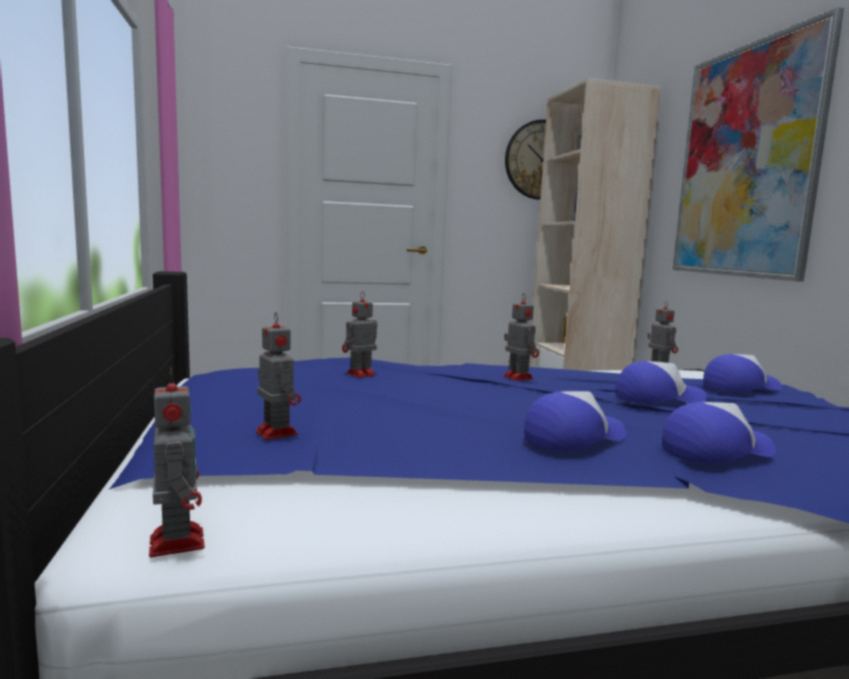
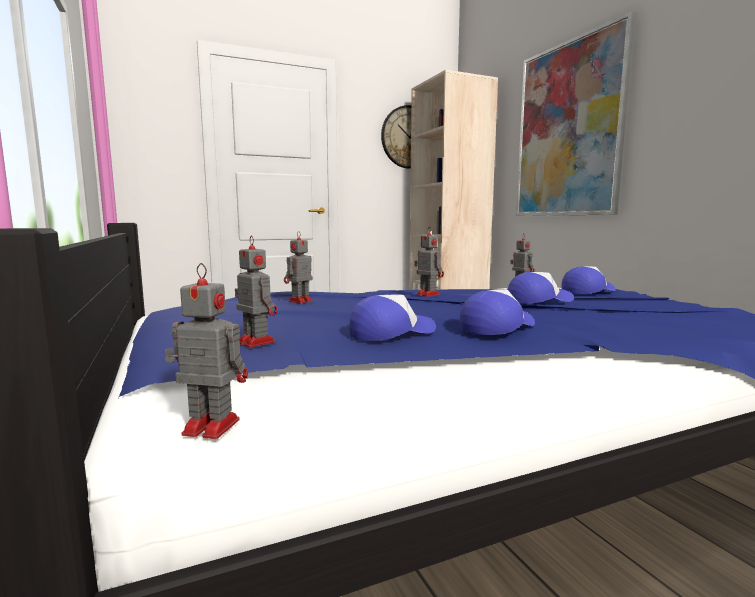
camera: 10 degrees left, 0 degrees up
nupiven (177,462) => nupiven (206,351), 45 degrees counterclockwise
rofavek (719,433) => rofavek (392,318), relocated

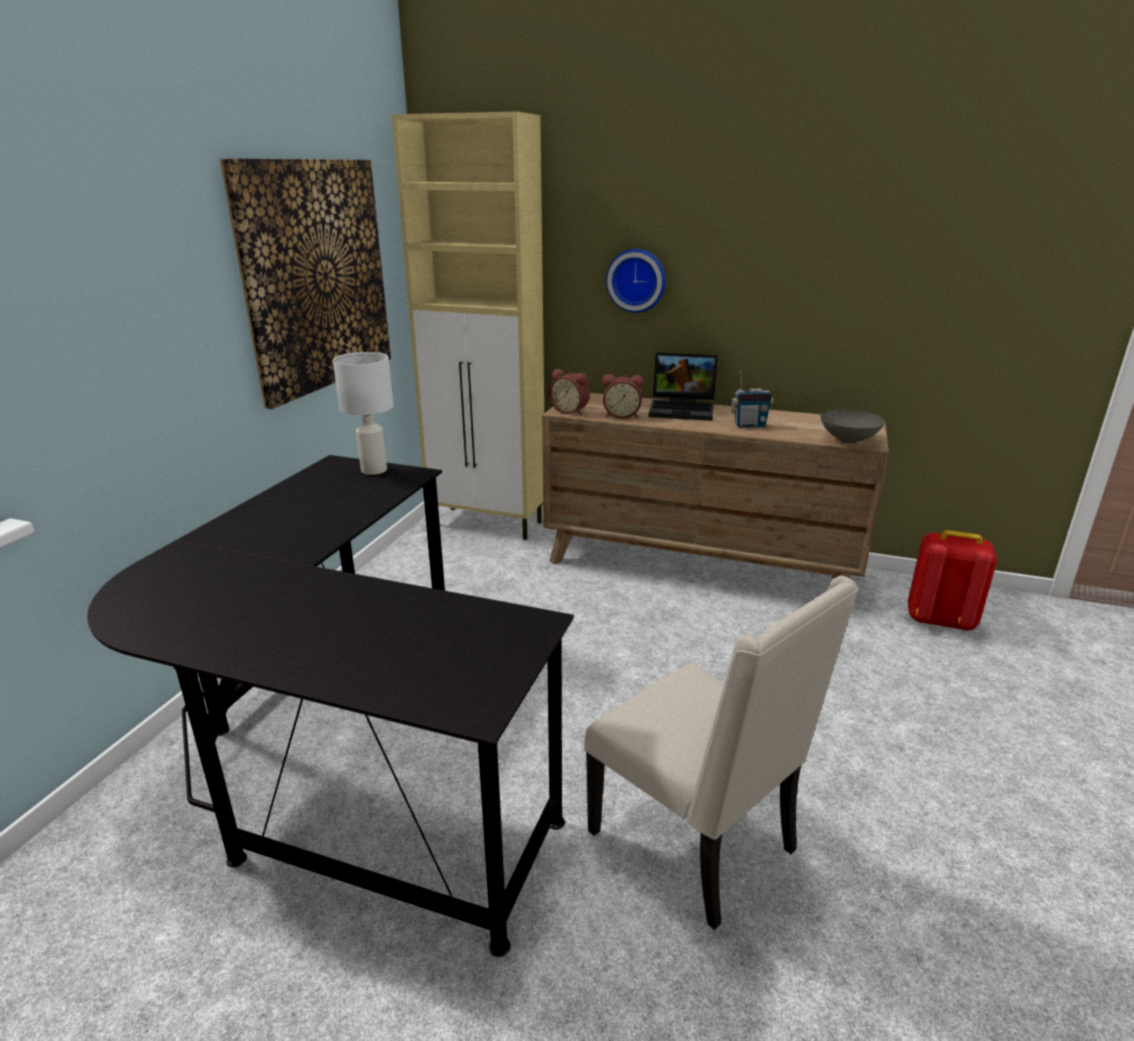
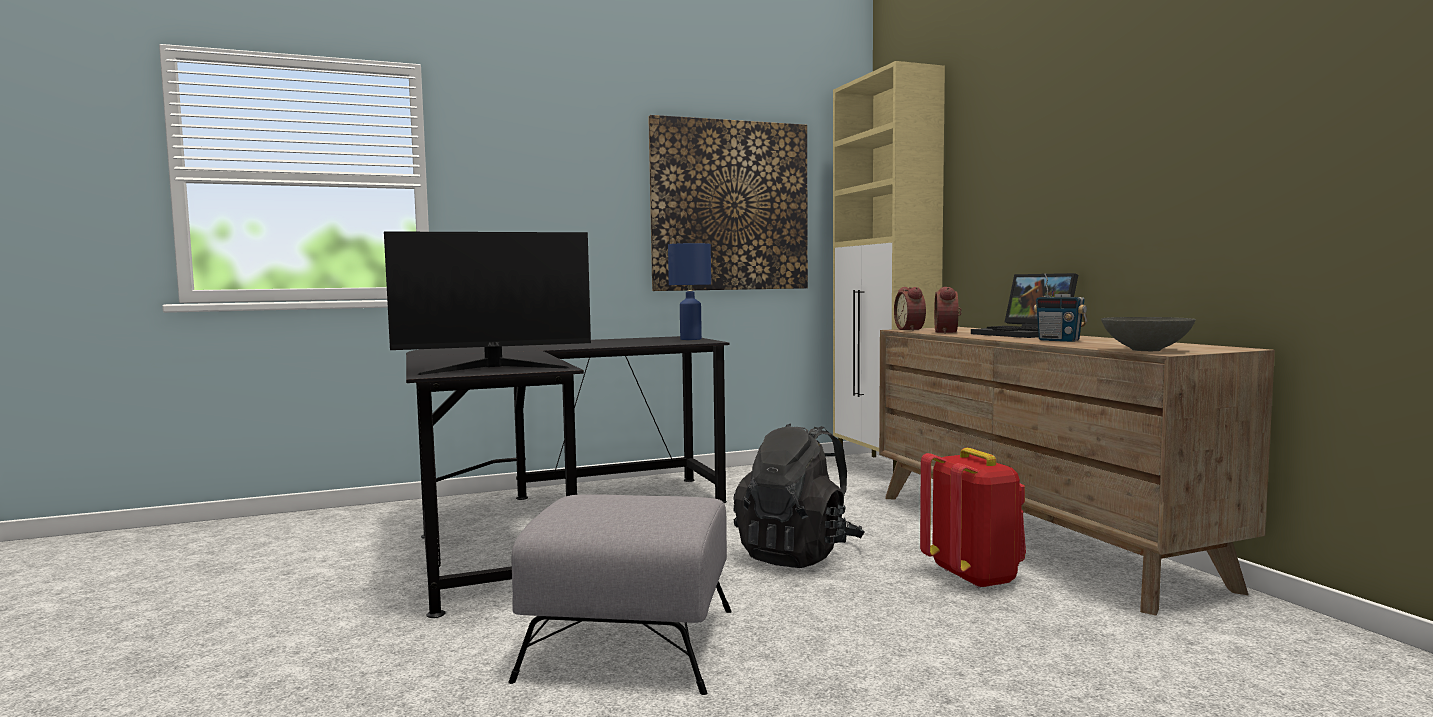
camera: 50 degrees right, 20 degrees down
nothing => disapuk (487,303)
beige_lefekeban (721,752) => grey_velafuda (620,594)
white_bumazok (363,413) => blue_bumazok (689,291)
nothing => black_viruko (798,495)
red_viruko (952,580) => red_viruko (973,518), relocated
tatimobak (623,396) => tatimobak (948,310), 45 degrees clockwise
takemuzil (636,281) => nothing

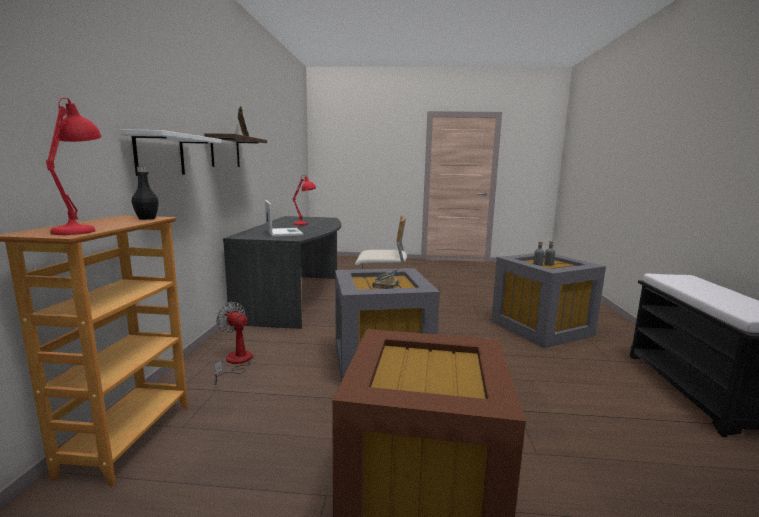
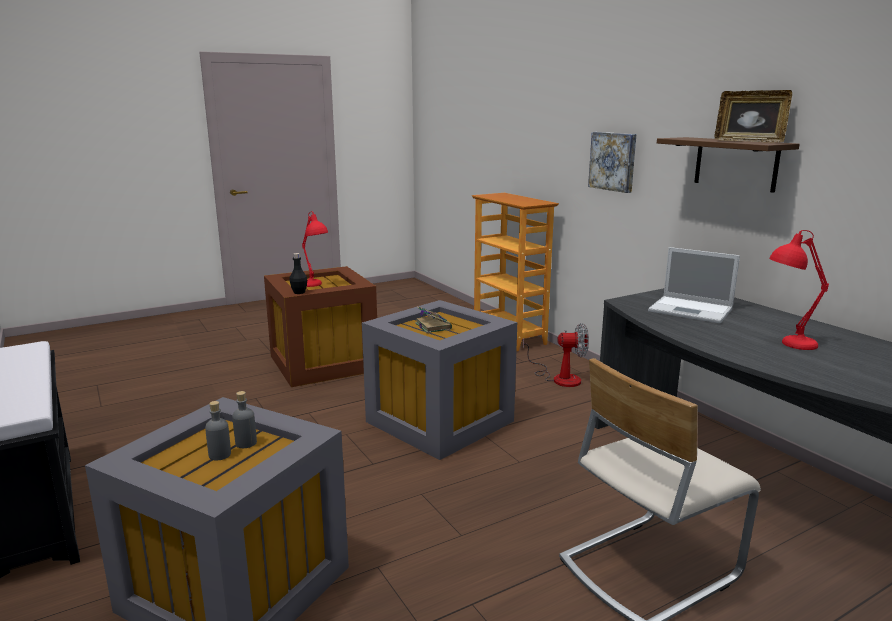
camera: 145 degrees right, 5 degrees up
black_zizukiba (145,193) => black_zizukiba (298,273), relocated
red_bumazok (73,166) => red_bumazok (315,249), relocated
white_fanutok (171,152) => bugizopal (612,162)

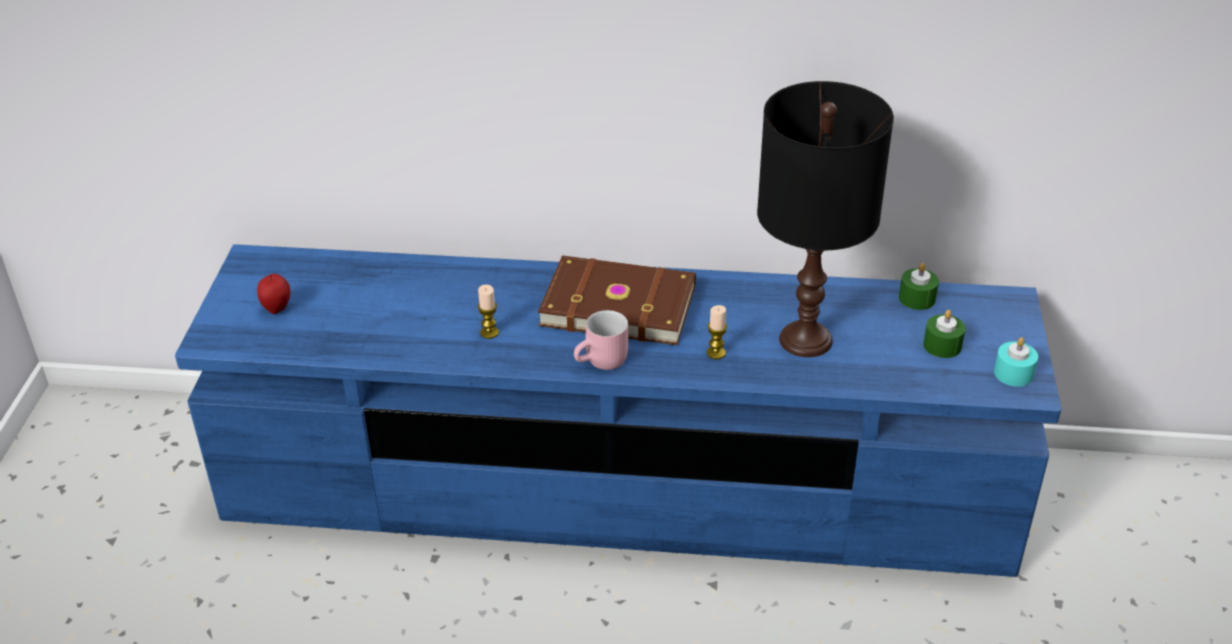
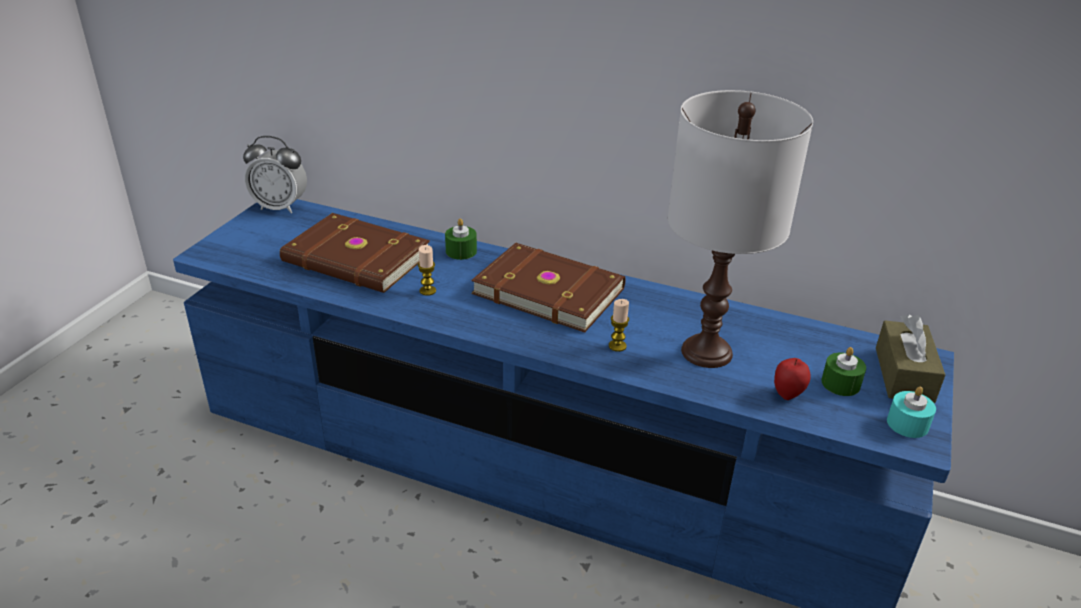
camera: 15 degrees right, 5 degrees down
nothing => tatimobak (275,175)
nothing => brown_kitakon (355,253)
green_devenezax (919,286) => green_devenezax (461,239), relocated
black_bumazok (825,219) => white_bumazok (740,229)
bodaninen (273,294) => bodaninen (792,379), relocated
nothing => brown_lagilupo (910,359)
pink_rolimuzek (601,340) => nothing

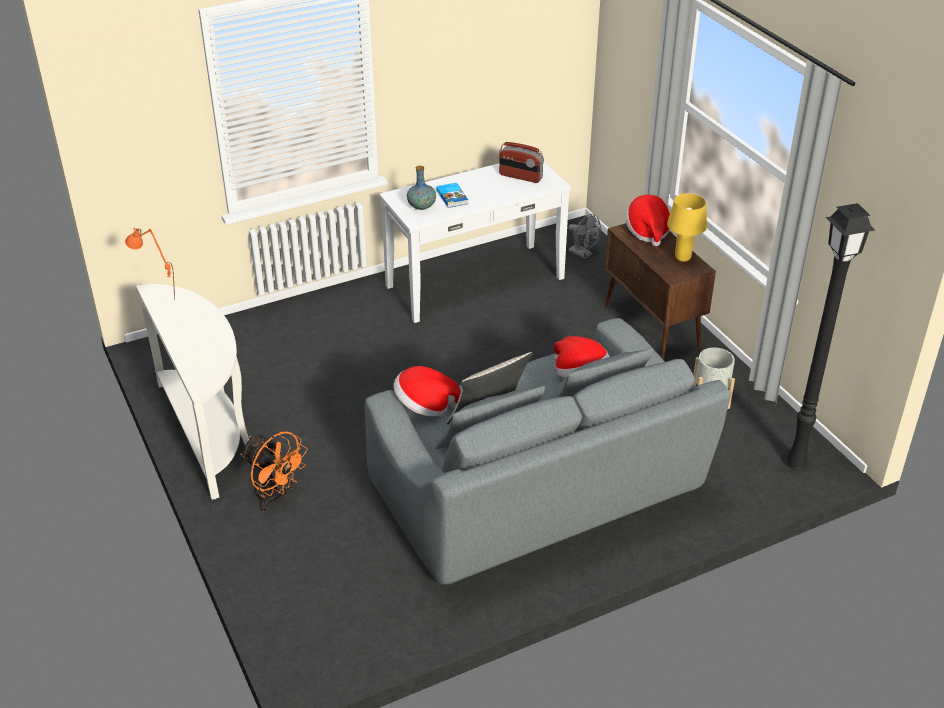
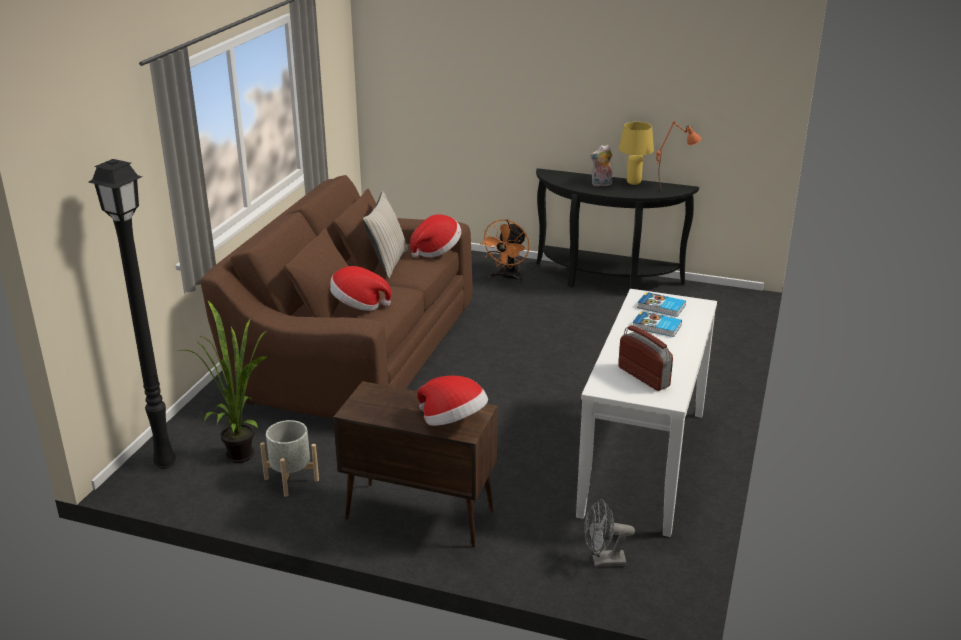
camera: 135 degrees right, 10 degrees down
nothing => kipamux (223,381)
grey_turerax (548,451) => brown_turerax (336,297)
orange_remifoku (274,472) => orange_remifoku (505,250), 60 degrees counterclockwise
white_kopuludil (192,392) => black_kopuludil (617,228)
nothing => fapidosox (601,165)
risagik (521,162) => risagik (645,358), 75 degrees clockwise
yellow_bumazok (687,227) => yellow_bumazok (636,153), relocated
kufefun (421,188) => kitakon (661,304)

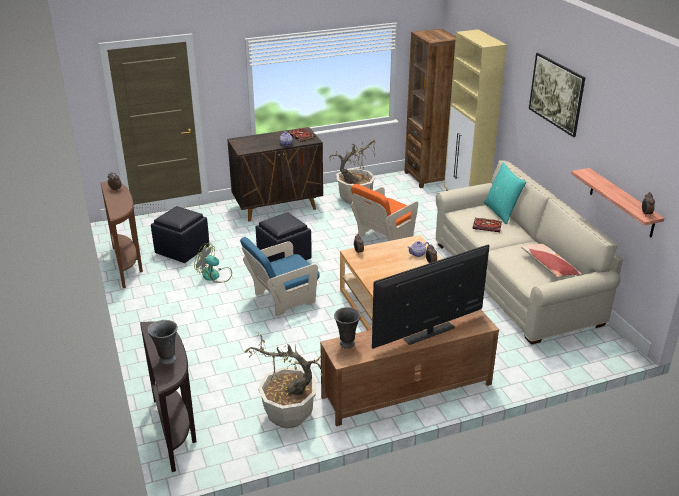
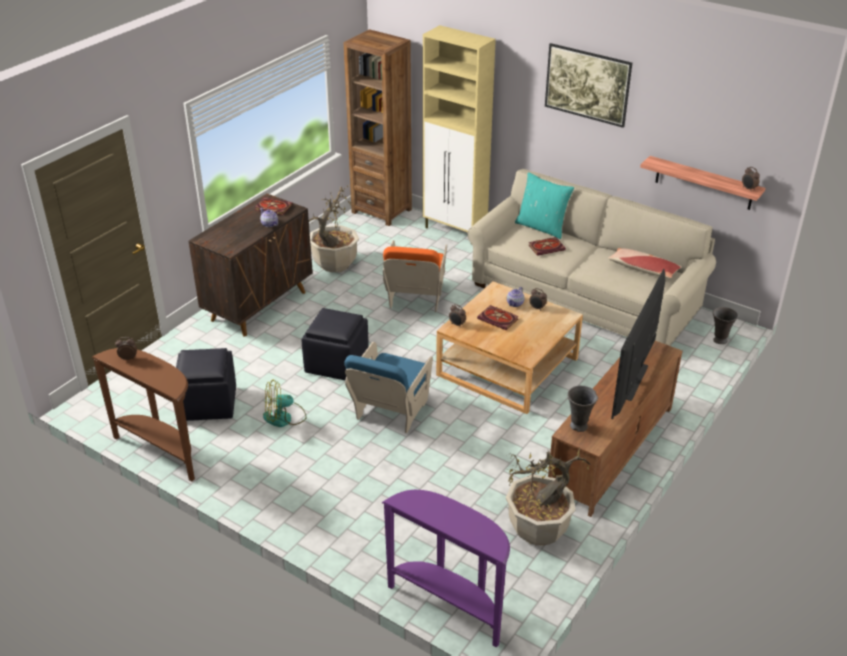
camera: 35 degrees left, 5 degrees up
brown_kopuludil (168,396) => purple_kopuludil (446,569)
nothing => kitakon (498,317)
grey_kufefun (162,342) => grey_kufefun (725,325), relocated

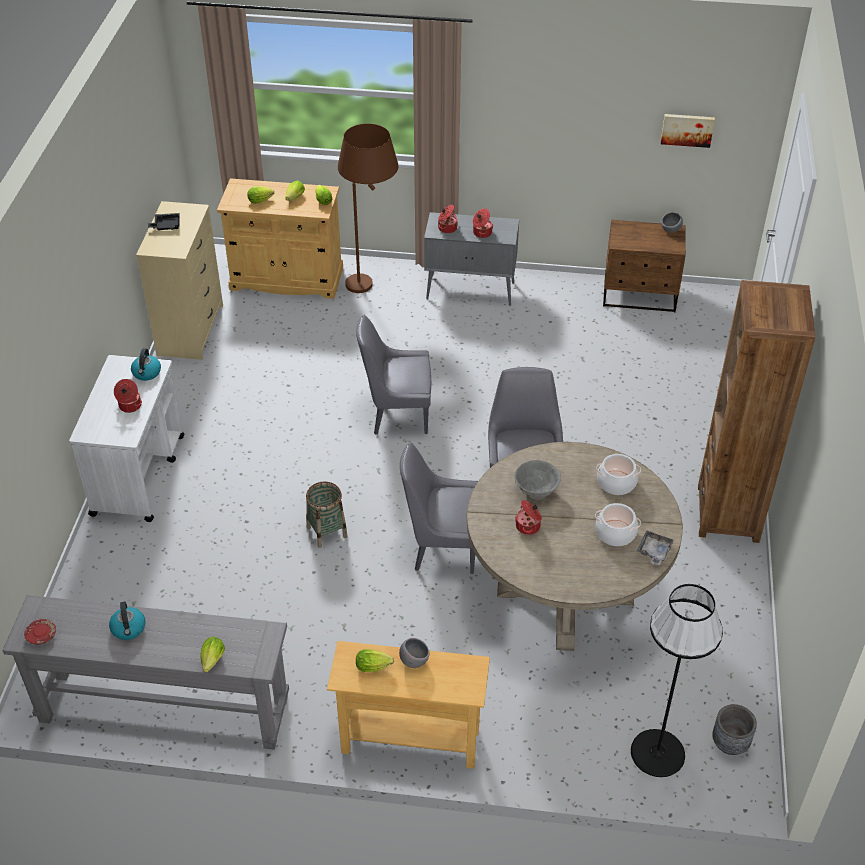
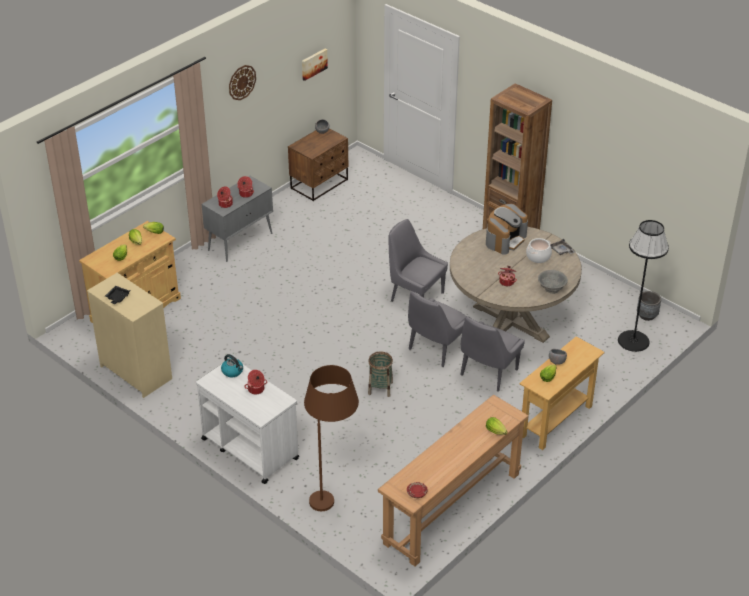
camera: 55 degrees left, 5 degrees down
nothing => takemuzil (242,82)
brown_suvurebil (368,208) => brown_suvurebil (331,438), relocated
grey_kopuludil (145,672) => brown_kopuludil (453,480)
grey_lefekeban (393,375) => grey_lefekeban (492,354), relocated
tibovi (618,474) => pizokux (507,229)
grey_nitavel (537,479) => grey_nitavel (553,282), relocated
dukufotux (127,621) => nothing

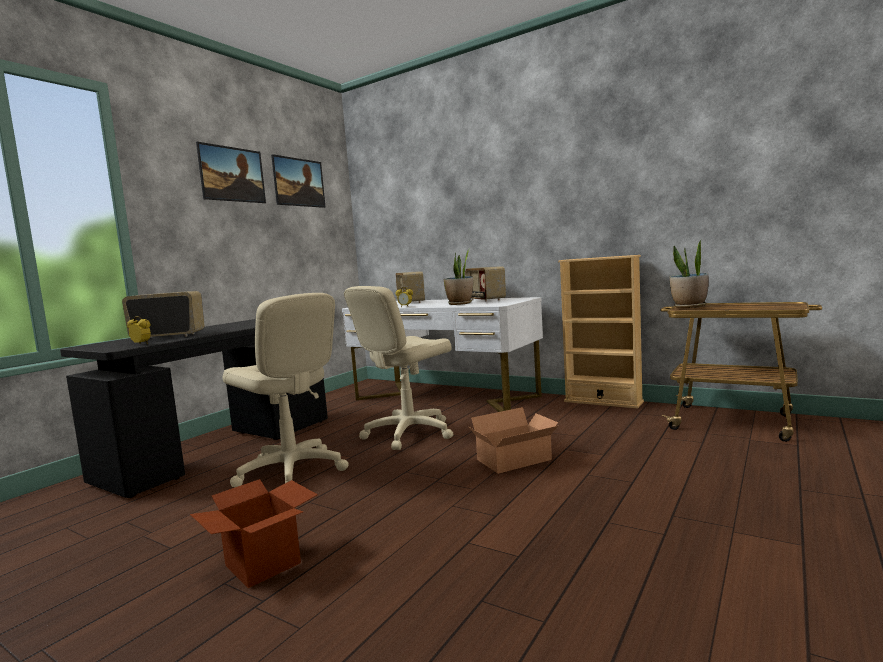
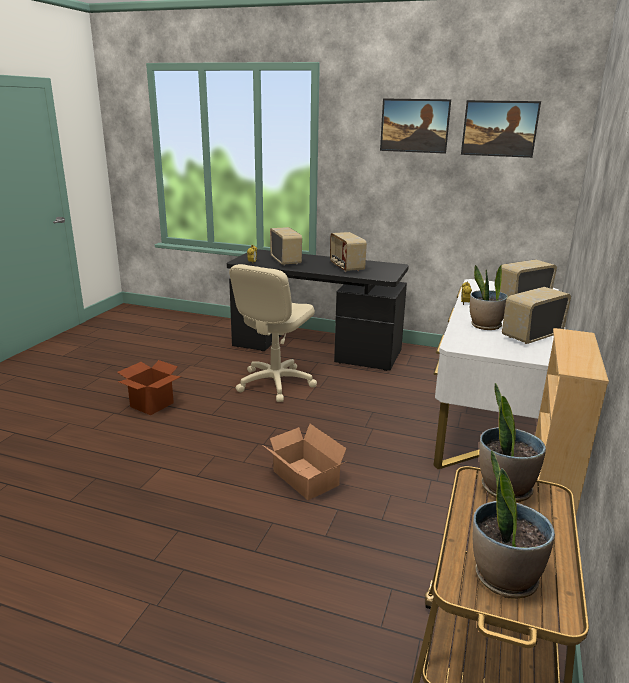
camera: 75 degrees right, 15 degrees up
nothing => risagik (348,252)
nothing => kipamux (514,524)
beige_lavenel (398,368) => nothing

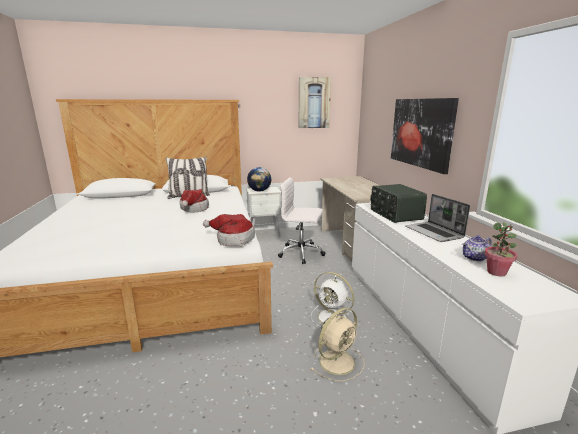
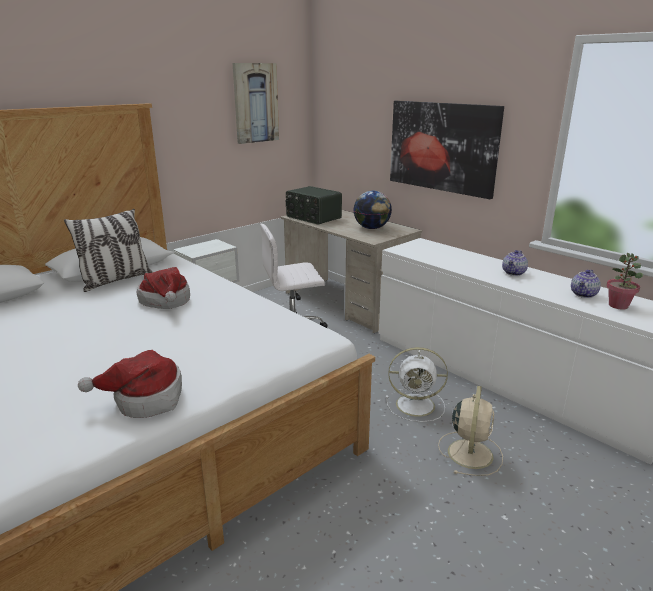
camera: 30 degrees left, 5 degrees up
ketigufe (229,230) => ketigufe (130,384), relocated
risagik (398,203) => risagik (314,205), relocated
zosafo (259,179) => zosafo (373,210), relocated
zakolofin (437,218) => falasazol (515,263)

